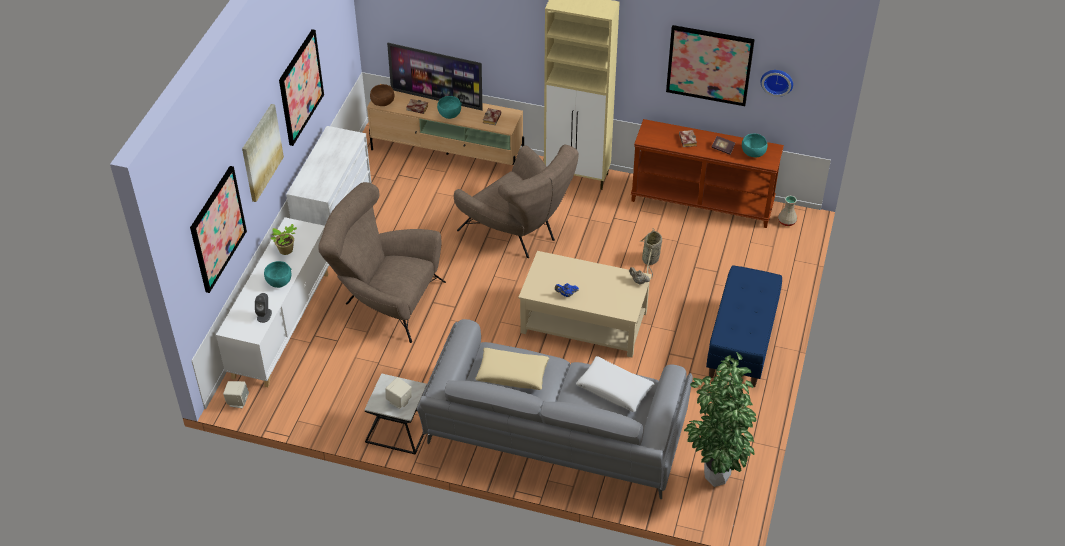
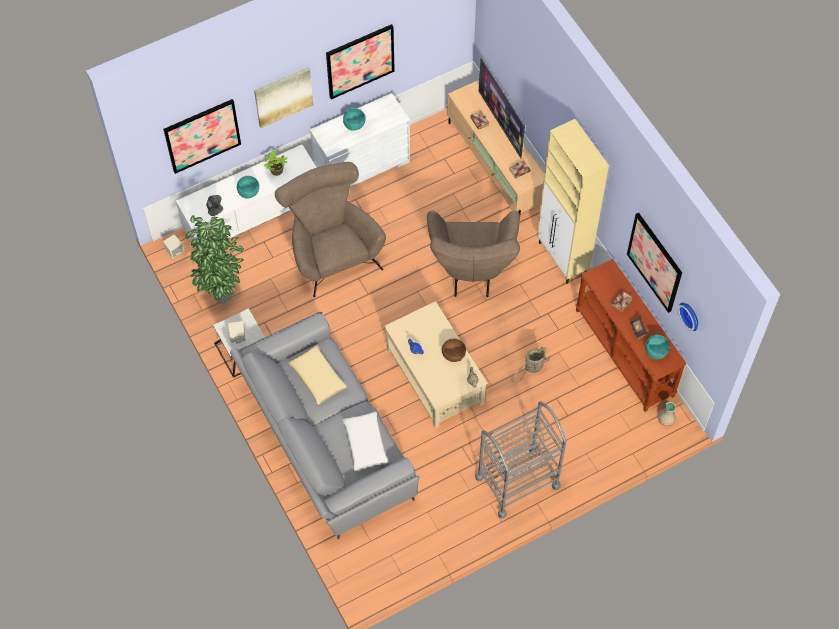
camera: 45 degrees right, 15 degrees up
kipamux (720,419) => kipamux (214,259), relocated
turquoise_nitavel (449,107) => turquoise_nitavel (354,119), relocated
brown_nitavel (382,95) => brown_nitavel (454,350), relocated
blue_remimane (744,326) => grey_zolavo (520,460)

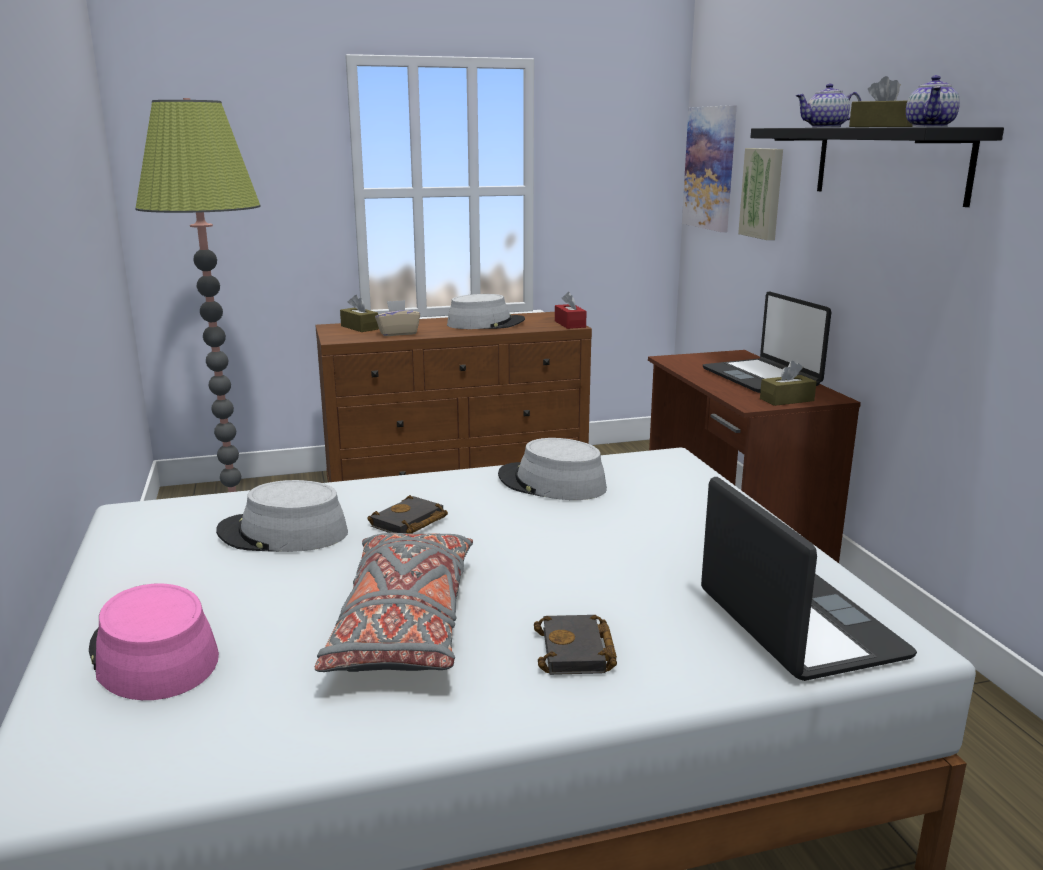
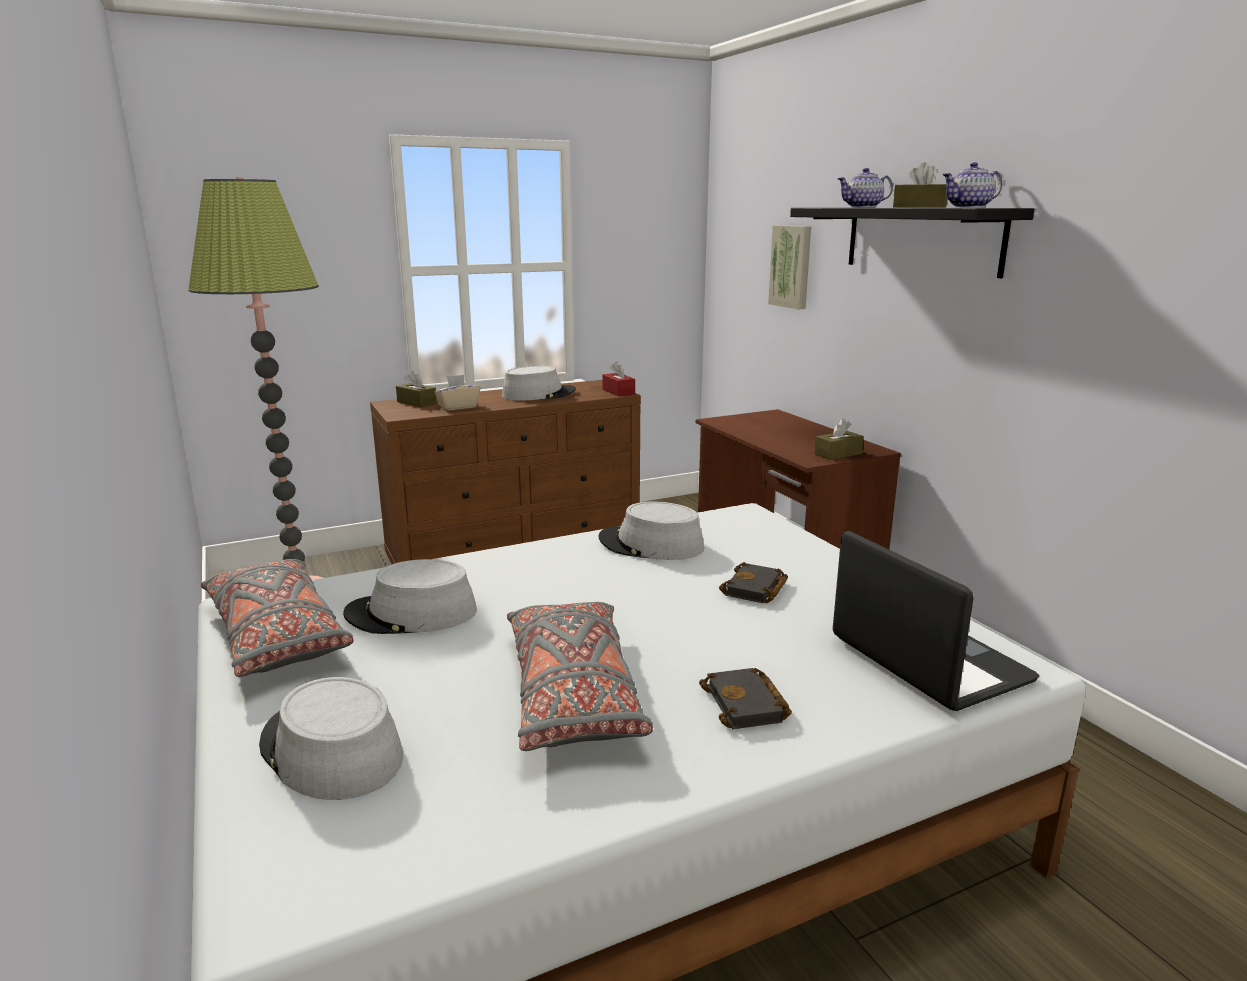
camera: 10 degrees left, 0 degrees up
nothing => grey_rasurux (277,618)
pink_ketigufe (154,641) => grey_ketigufe (331,738)
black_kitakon (407,514) => black_kitakon (753,582), relocated
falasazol (933,101) => falasazol (972,185), 60 degrees clockwise
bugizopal (709,168) => nothing
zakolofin (767,342) => nothing

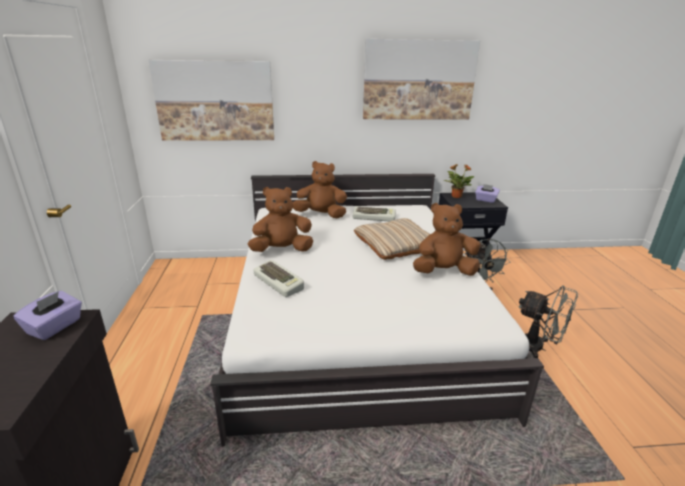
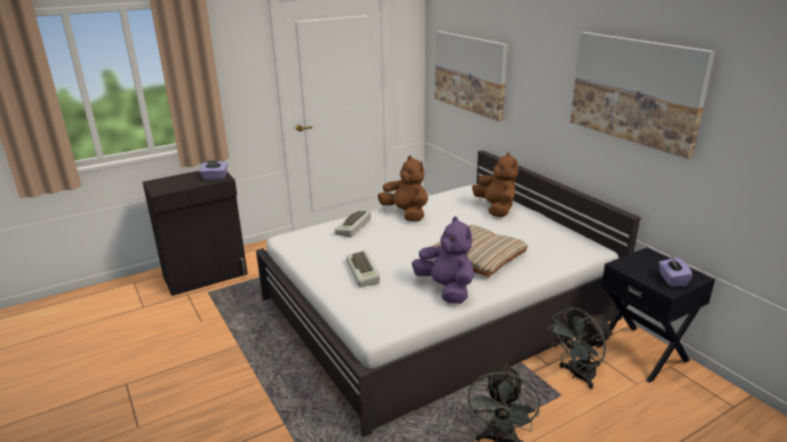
camera: 65 degrees right, 0 degrees up
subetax (374,214) => subetax (363,268), relocated
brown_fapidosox (446,239) => purple_fapidosox (443,260)
kipamux (459,181) => nothing

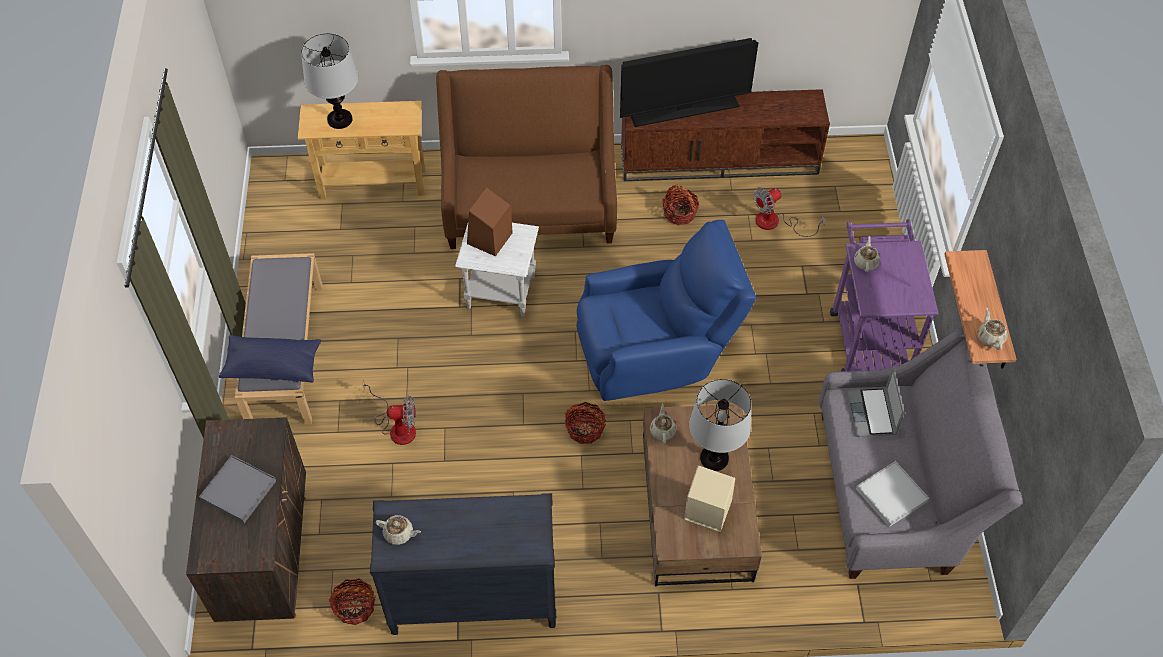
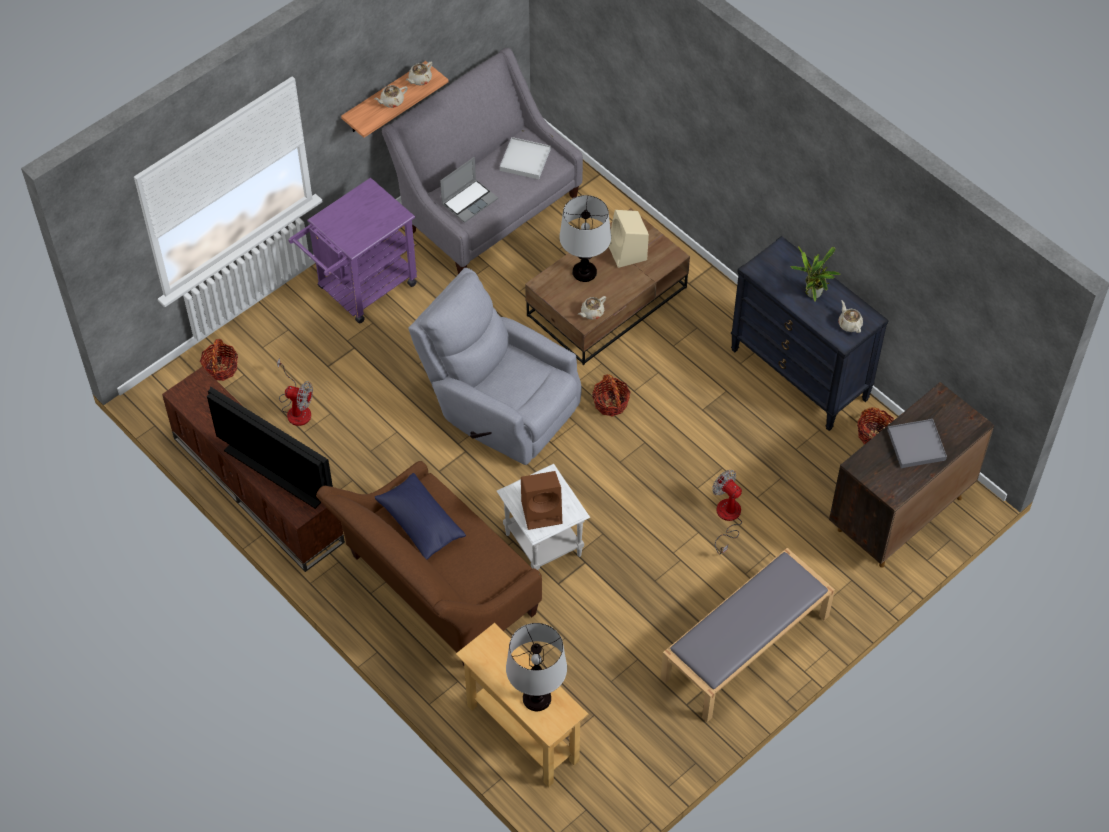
camera: 130 degrees left, 0 degrees up
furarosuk (680,205) => furarosuk (219,360), relocated
beige_falasazol (867,254) => beige_falasazol (391,96), relocated
blue_rasurux (270,358) => blue_rasurux (420,516), relocated
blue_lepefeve (667,310) => grey_lepefeve (495,366)
nothing => kipamux (816,274)

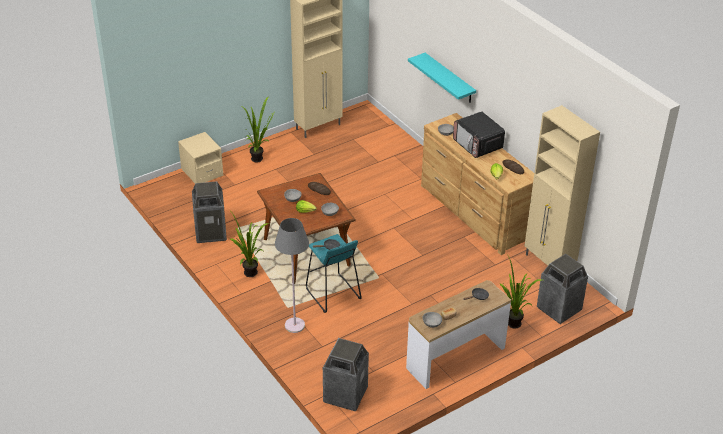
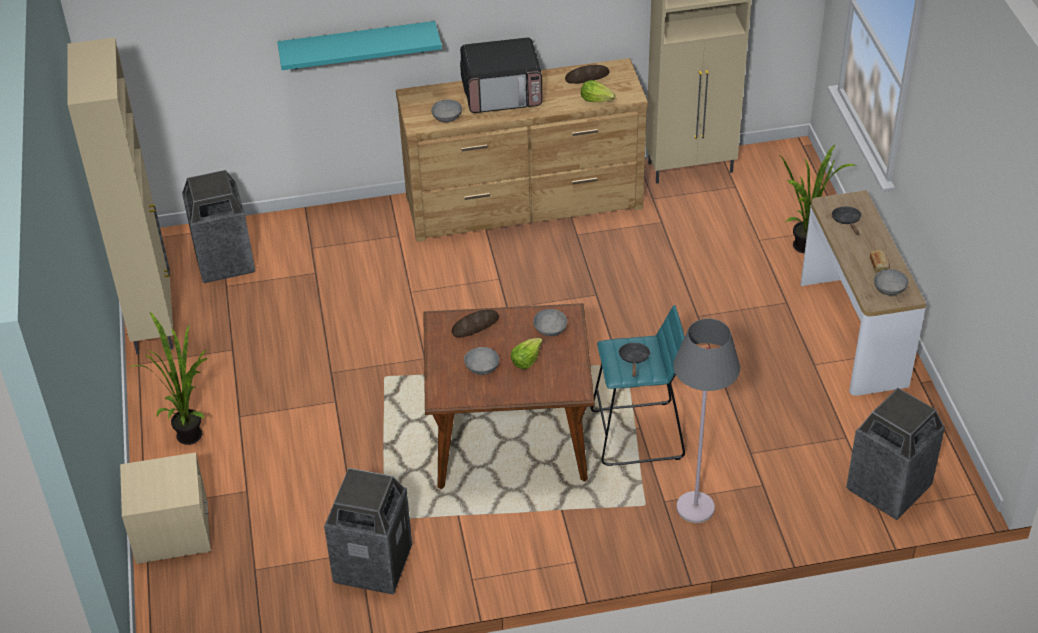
camera: 65 degrees left, 5 degrees up
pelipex (562,289) => pelipex (218,226), relocated
kipamux (249,244) => nothing

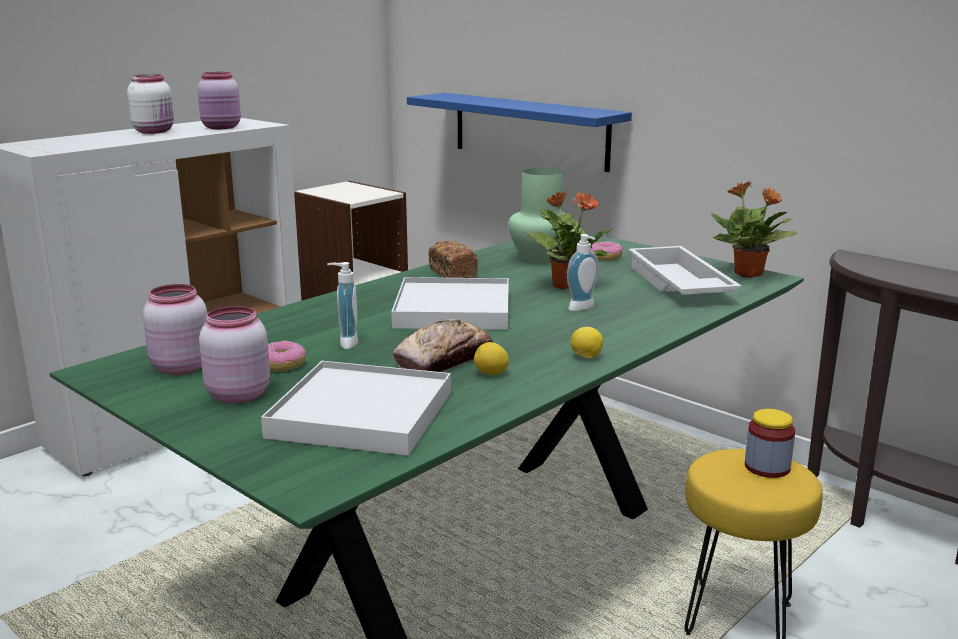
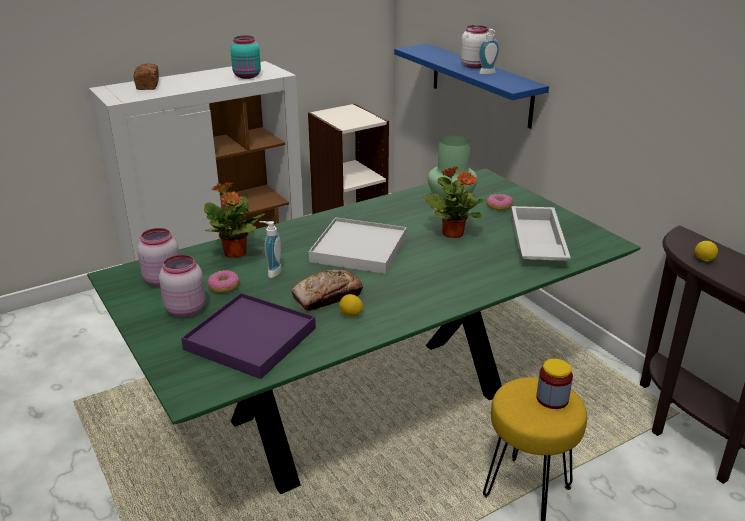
camera: 15 degrees right, 10 degrees up
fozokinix (453,259) => fozokinix (146,76), relocated
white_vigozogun (356,408) => purple_vigozogun (248,336)
kipamux (754,229) => kipamux (234,220), relocated
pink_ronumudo (219,100) => turquoise_ronumudo (246,57)
white_ronumudo (150,104) => white_ronumudo (474,47), relocated
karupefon (583,272) => karupefon (489,52), relocated
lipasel (587,342) => lipasel (706,251), relocated

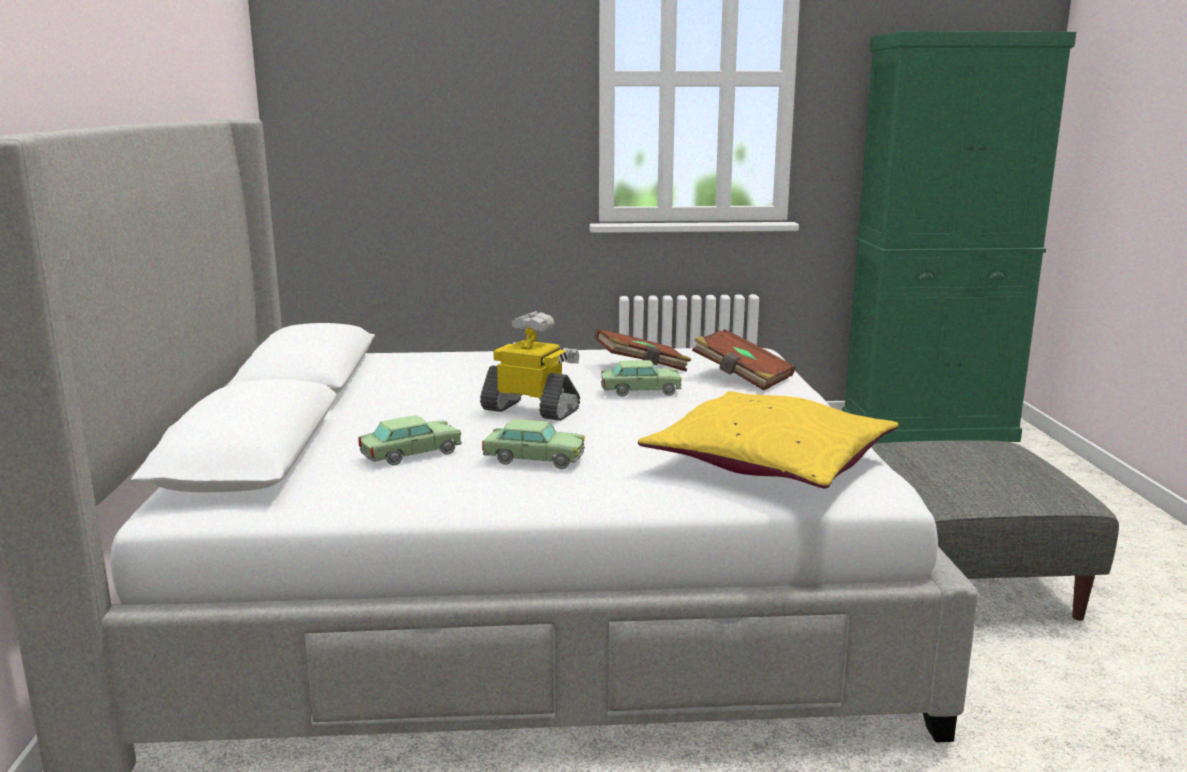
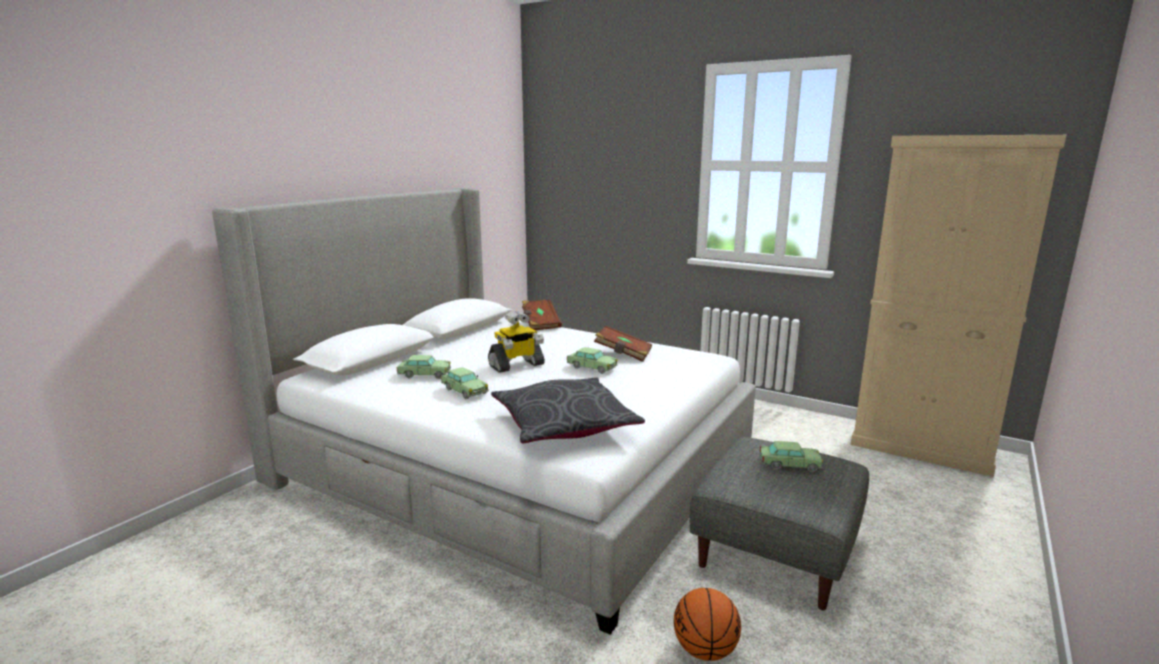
camera: 35 degrees right, 0 degrees up
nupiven (530,366) => nupiven (516,342), 90 degrees clockwise
yellow_rasurux (768,440) => grey_rasurux (568,410)
brown_kitakon (744,360) => brown_kitakon (542,314), relocated
nothing => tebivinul (707,624)
nothing => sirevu (791,456)
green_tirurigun (959,237) => beige_tirurigun (958,306)

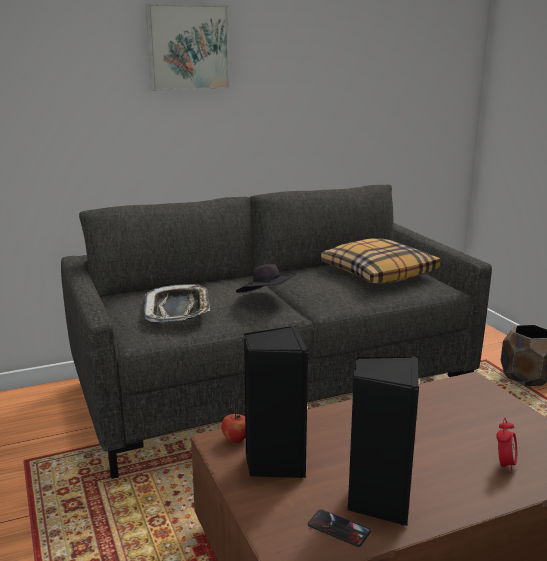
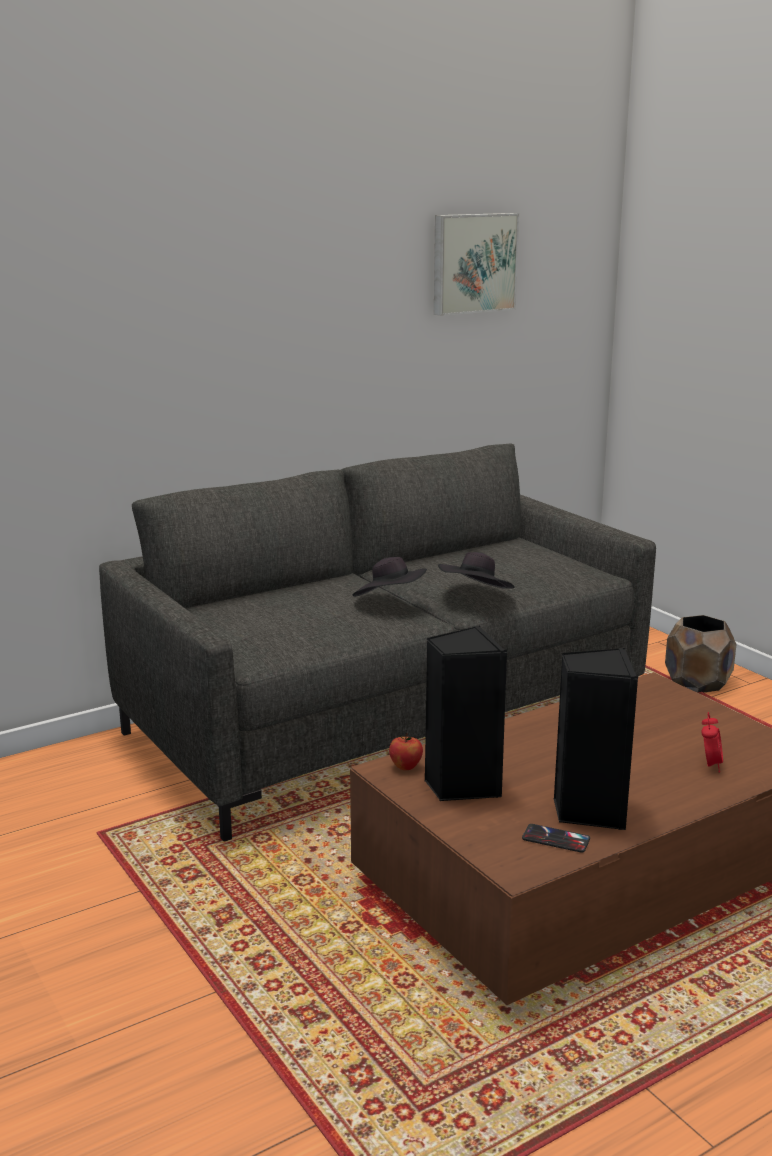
camera: 10 degrees left, 0 degrees up
bugizopal (188,47) => bugizopal (476,264), relocated
nothing => black_ketigufe (476,570)
vigozogun (177,303) => nothing
rasurux (380,261) => nothing

